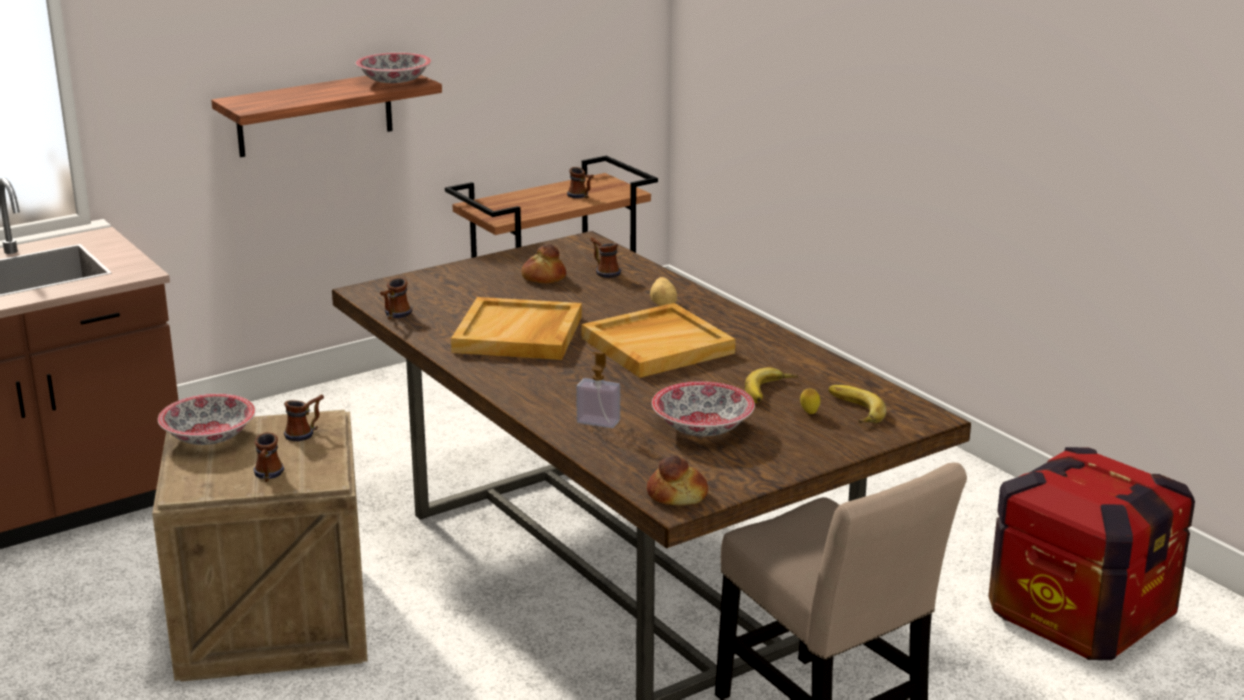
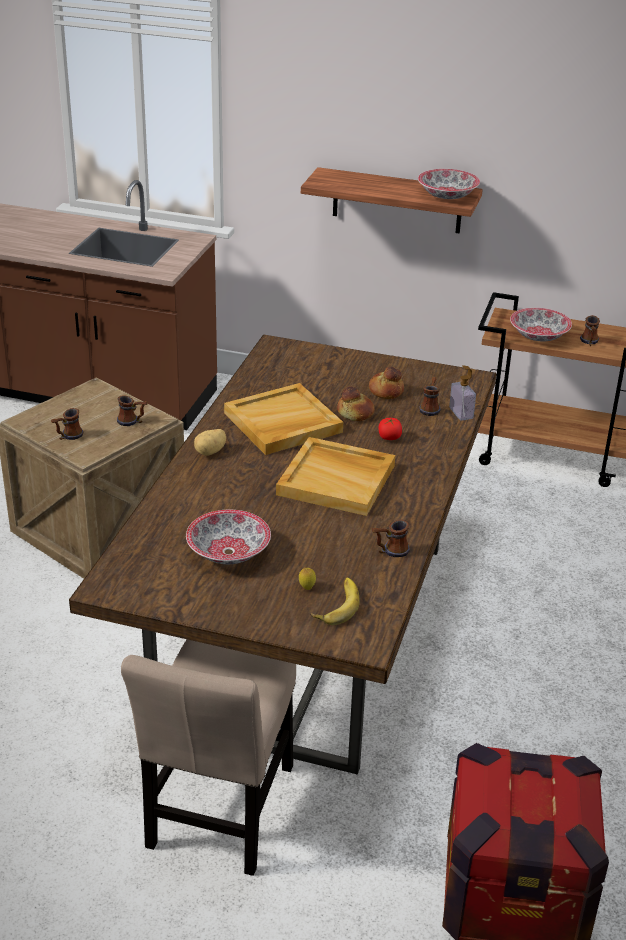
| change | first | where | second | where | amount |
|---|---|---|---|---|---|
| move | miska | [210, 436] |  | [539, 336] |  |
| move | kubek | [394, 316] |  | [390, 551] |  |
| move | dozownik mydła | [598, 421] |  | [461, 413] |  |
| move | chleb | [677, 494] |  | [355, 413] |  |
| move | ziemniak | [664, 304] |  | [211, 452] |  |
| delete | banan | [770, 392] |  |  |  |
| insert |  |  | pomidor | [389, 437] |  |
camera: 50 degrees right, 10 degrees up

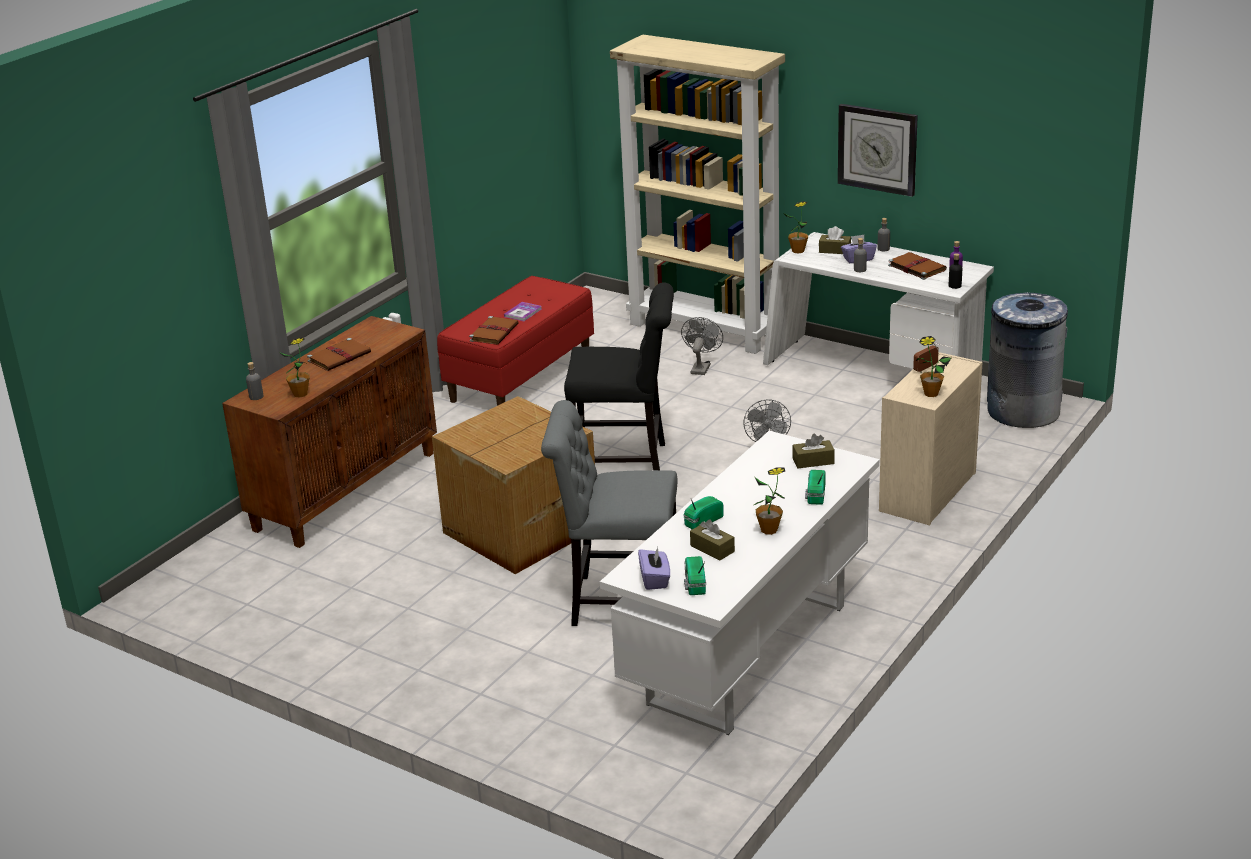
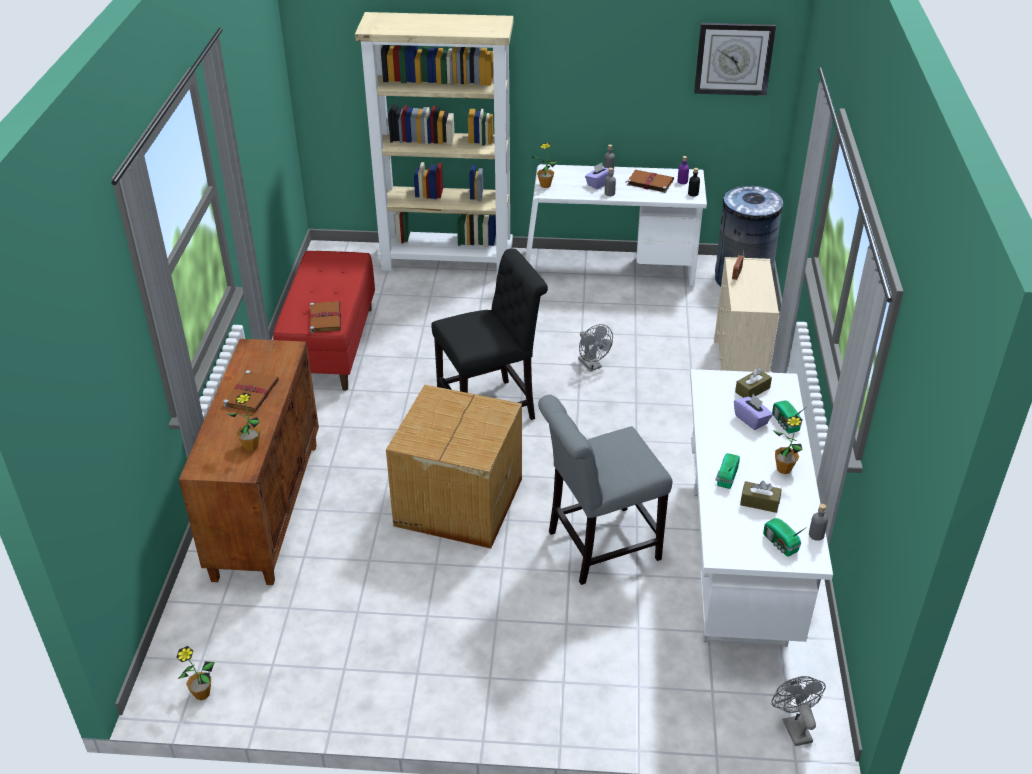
| change | first | where | second | where | amount |
|---|---|---|---|---|---|
| move | butelka (szary) | [256, 397] |  | [816, 535] |  |
| delete | książka | [523, 313] |  |  |  |
| move | pudełko chusteczek (fioletowy) | [655, 579] |  | [751, 420] |  |
| move | wentylator (szary) | [701, 367] |  | [794, 726] |  |
| delete | pudełko chusteczek (brązowy) | [834, 250] |  |  |  |
| move | zegar ścienny | [877, 149] |  | [733, 58] |  |
| move | roślina doniczkowa | [931, 393] |  | [202, 694] |  |
camera: 30 degrees left, 10 degrees up

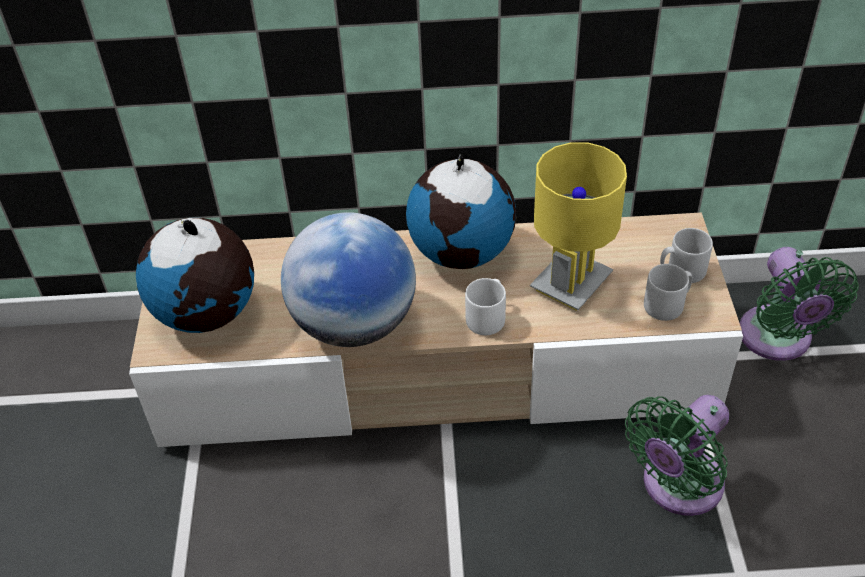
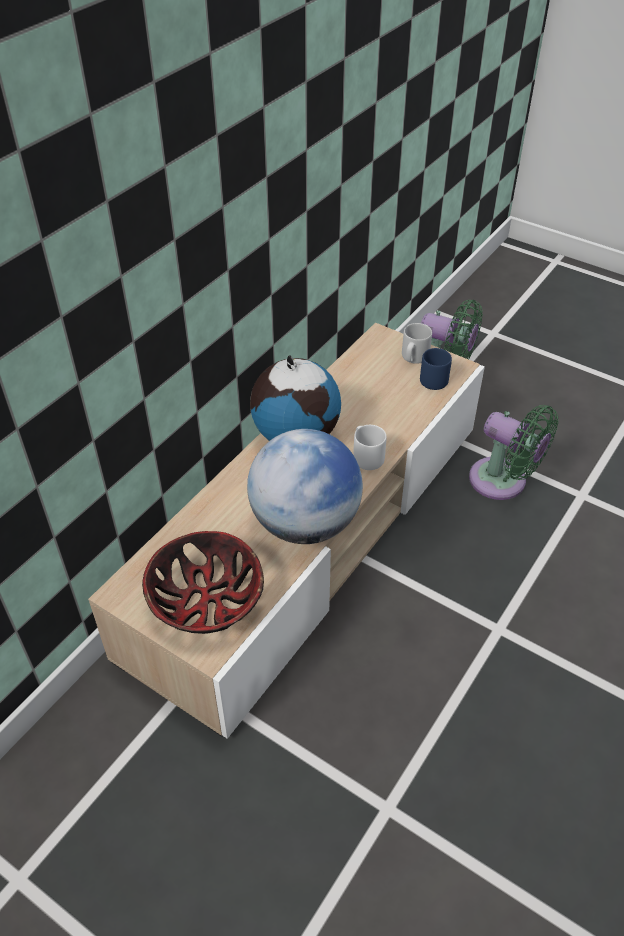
| change | first | where | second | where | amount |
|---|---|---|---|---|---|
| replace | globus | [207, 314] | miska | [207, 601] |  |
| delete | lampa stołowa (żółty) | [570, 283] |  |  |  |
| rotate | wentylator (zielony) | [677, 487] |  | [503, 482] | 45 degrees counterclockwise |
| recolor | kubek (szary) | [667, 305] | kubek (niebieski) | [434, 378] |  |
camera: 55 degrees left, 0 degrees up

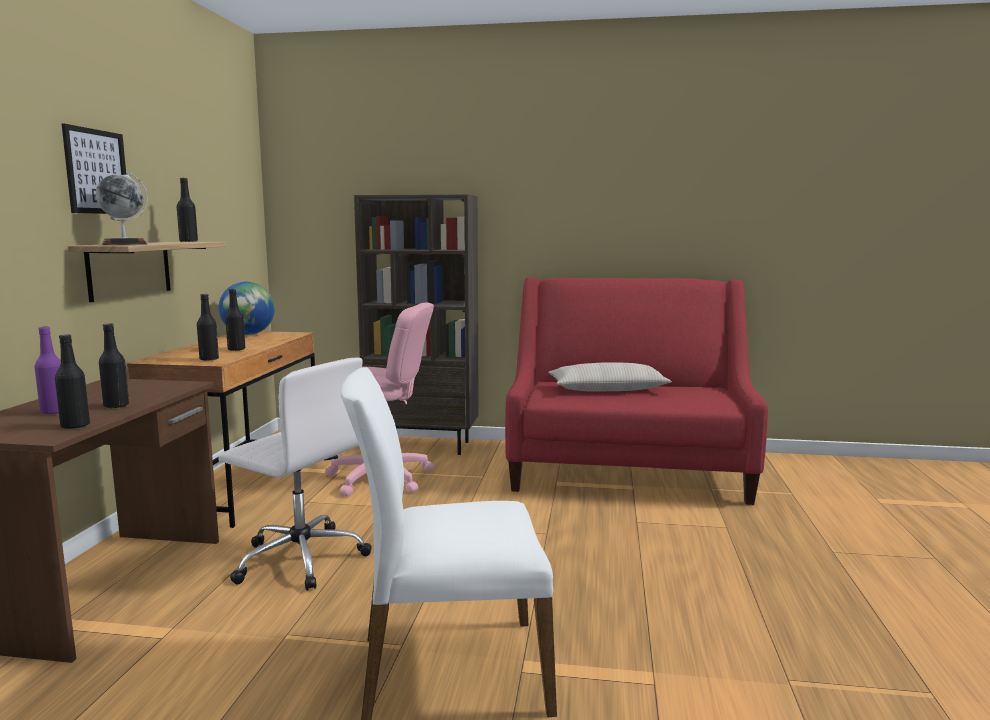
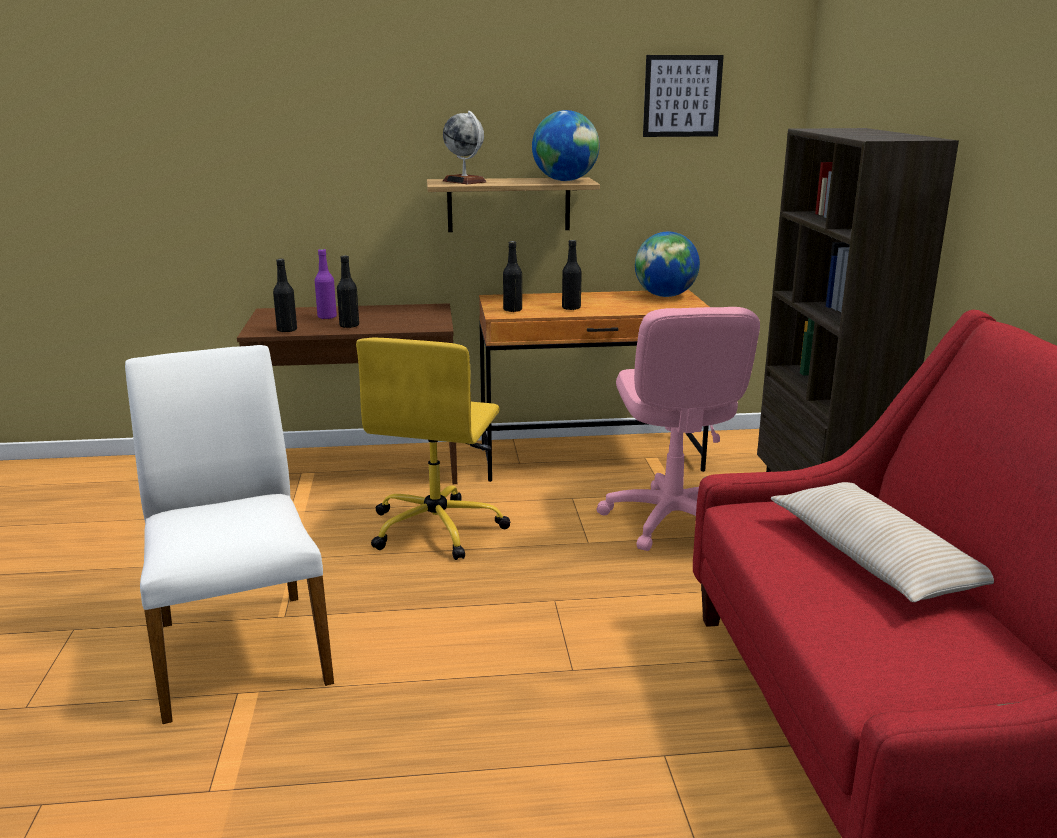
| change | first | where | second | where | amount |
|---|---|---|---|---|---|
| move | obraz | [96, 171] |  | [682, 96] |  |
| replace | butelka (czarny) | [188, 241] | globus | [565, 181] |  |
| recolor | krzesło biurowe (biały) | [300, 558] | krzesło biurowe (żółty) | [437, 528] |  |
camera: 75 degrees right, 10 degrees up

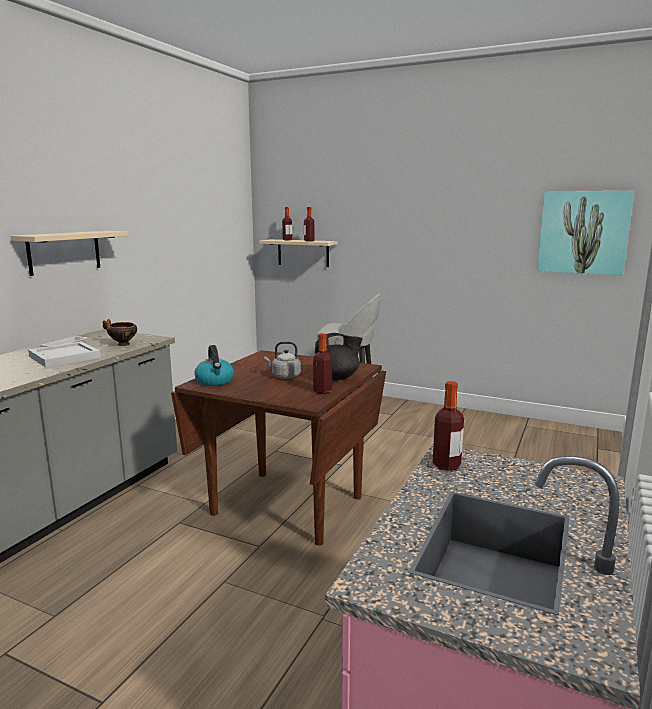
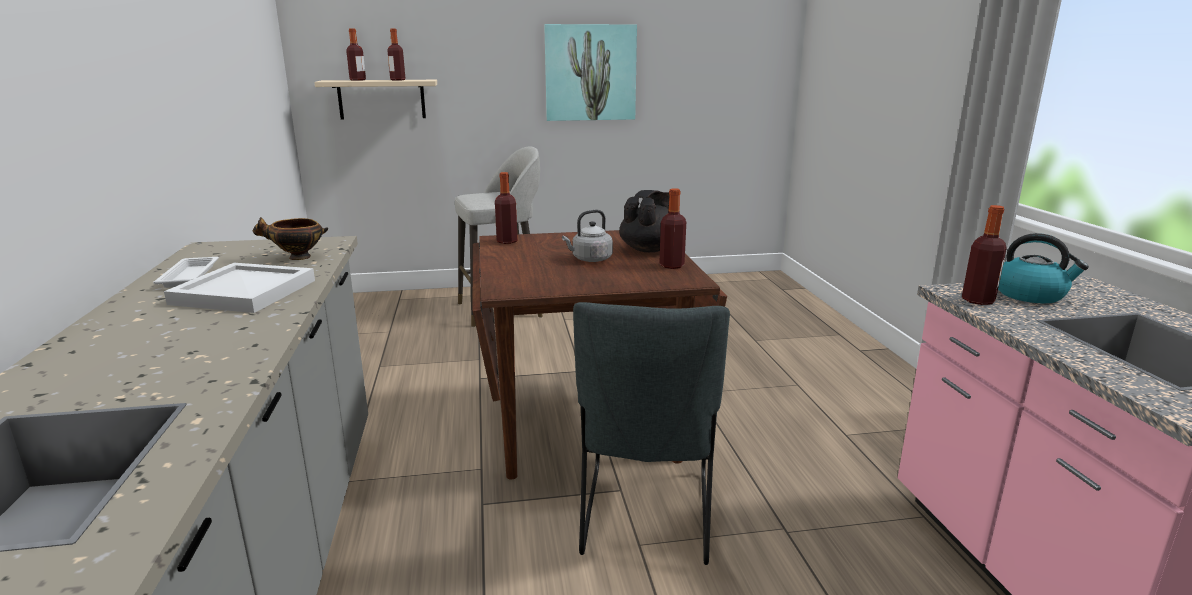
| change | first | where | second | where | amount |
|---|---|---|---|---|---|
| delete | półka (beżowy) | [64, 252] |  |  |  |
| move | czajnik | [215, 381] |  | [1030, 295] |  |
| move | obraz | [583, 232] |  | [590, 73] |  |
| insert |  |  | butelka | [507, 241] |  |
| insert |  |  | krzesło (szary) | [646, 519] |  |
camera: 35 degrees left, 5 degrees up

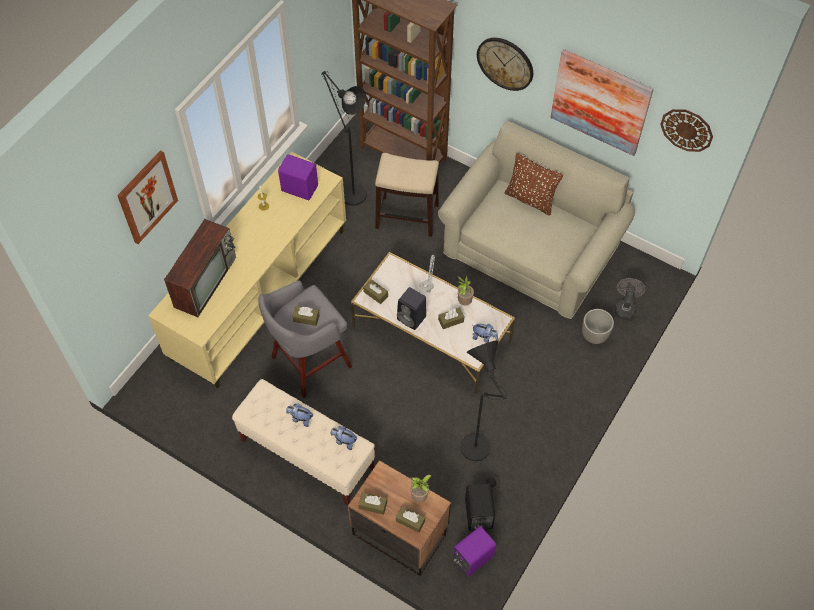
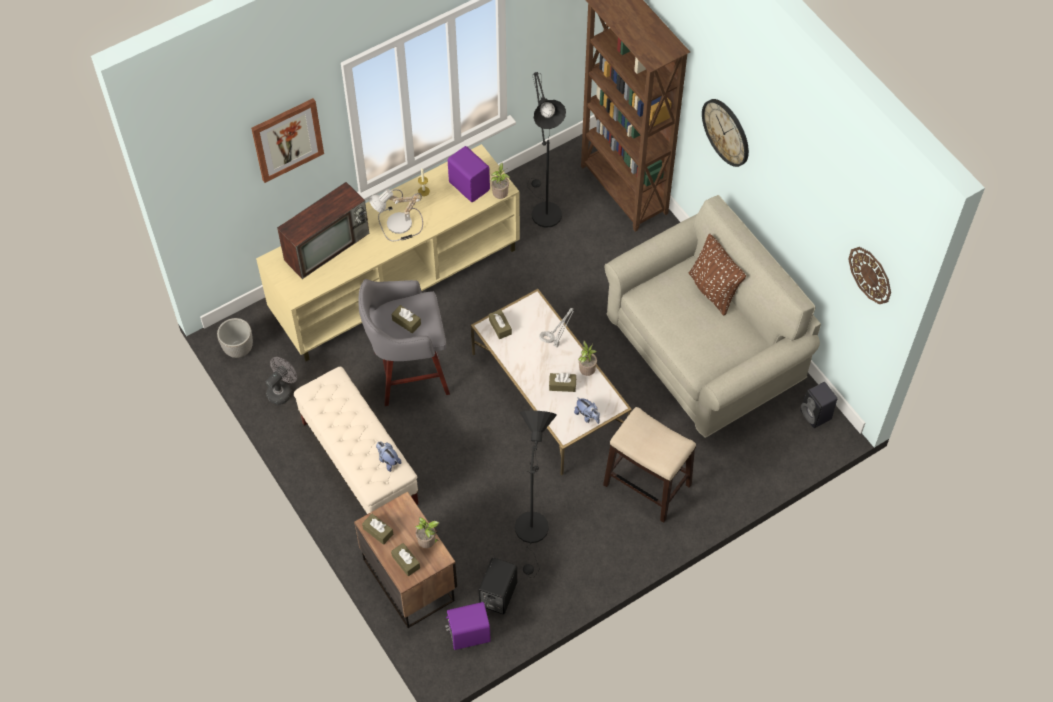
| change | first | where | second | where | amount |
|---|---|---|---|---|---|
| delete | pluszak | [300, 418] |  |  |  |
| move | stołek | [407, 216] |  | [648, 485] |  |
| move | głośnik (czarny) | [412, 318] |  | [816, 415] |  |
| delete | obraz | [600, 102] |  |  |  |
| move | donica | [594, 336] |  | [238, 349] |  |
| move | wentylator (szary) | [625, 307] |  | [282, 391] |  |
| insert |  |  | lampa stołowa | [398, 226] |  |
| insert |  |  | roślina doniczkowa | [500, 195] |  |
camera: 25 degrees right, 0 degrees up

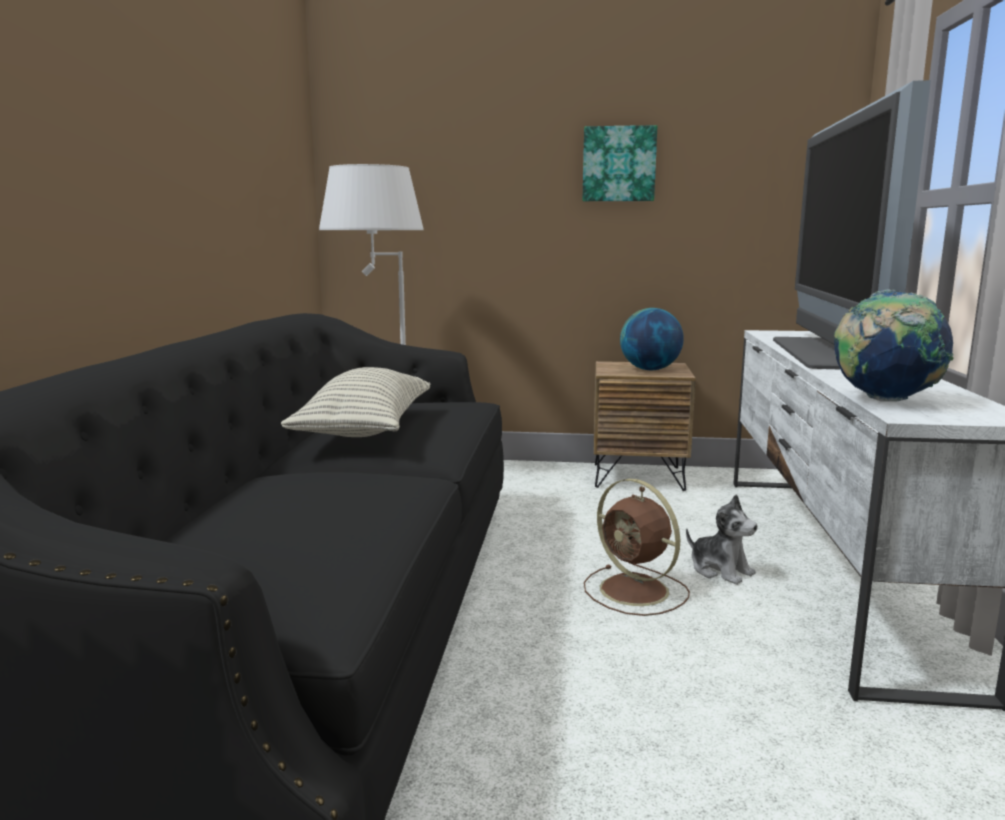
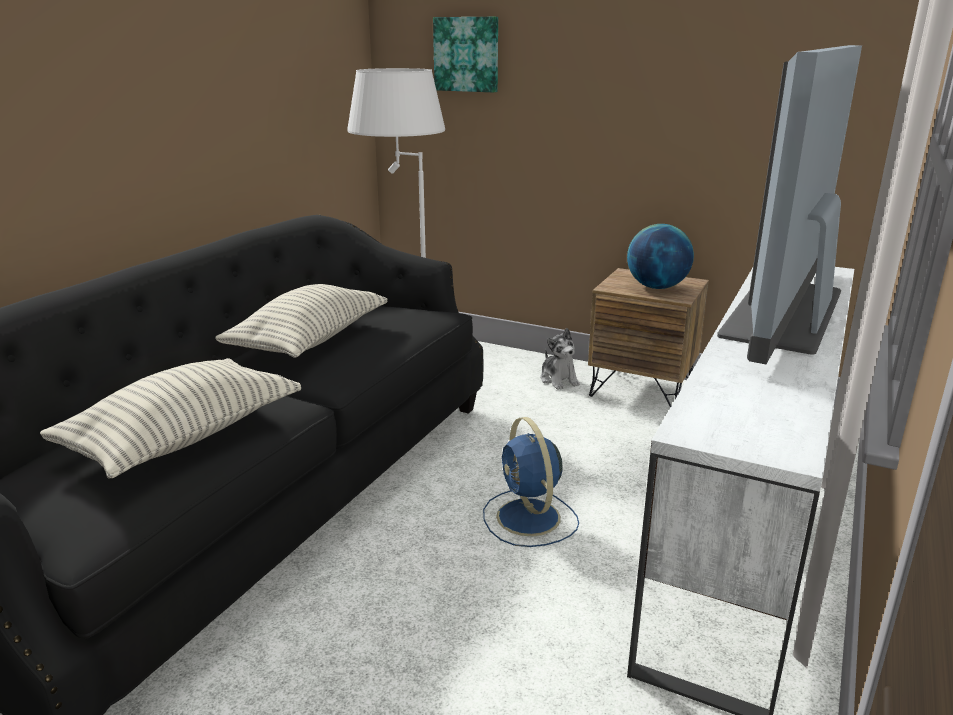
| change | first | where | second | where | amount |
|---|---|---|---|---|---|
| move | obraz | [619, 164] |  | [467, 54] |  |
| recolor | wentylator (brązowy) | [636, 591] | wentylator (niebieski) | [529, 519] |  |
| move | pluszak | [720, 570] |  | [558, 380] |  |
| delete | globus | [883, 400] |  |  |  |
| insert |  |  | poduszka | [184, 438] |  |
camera: 20 degrees right, 10 degrees up

